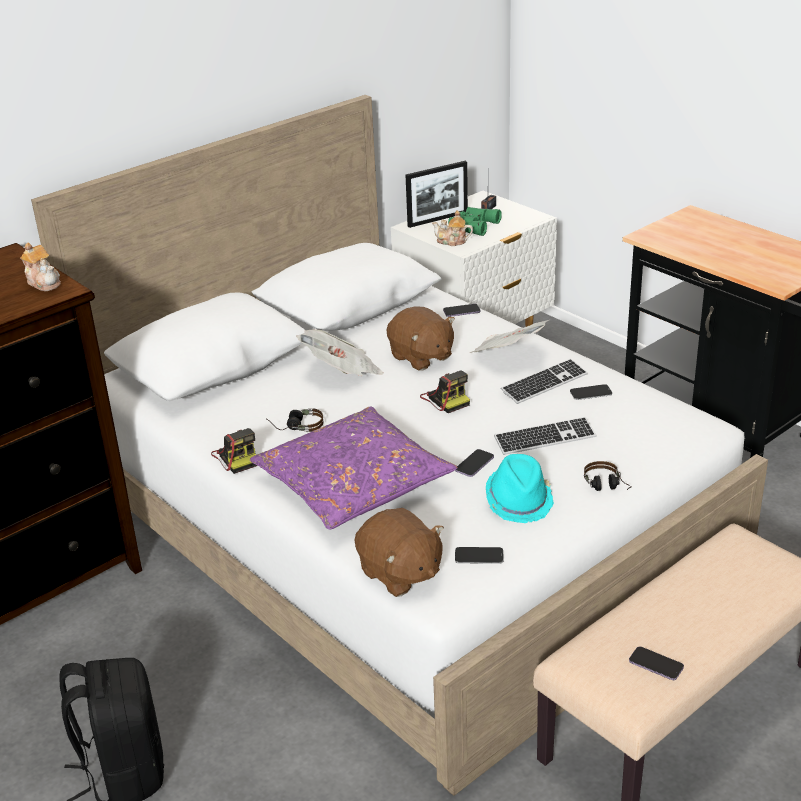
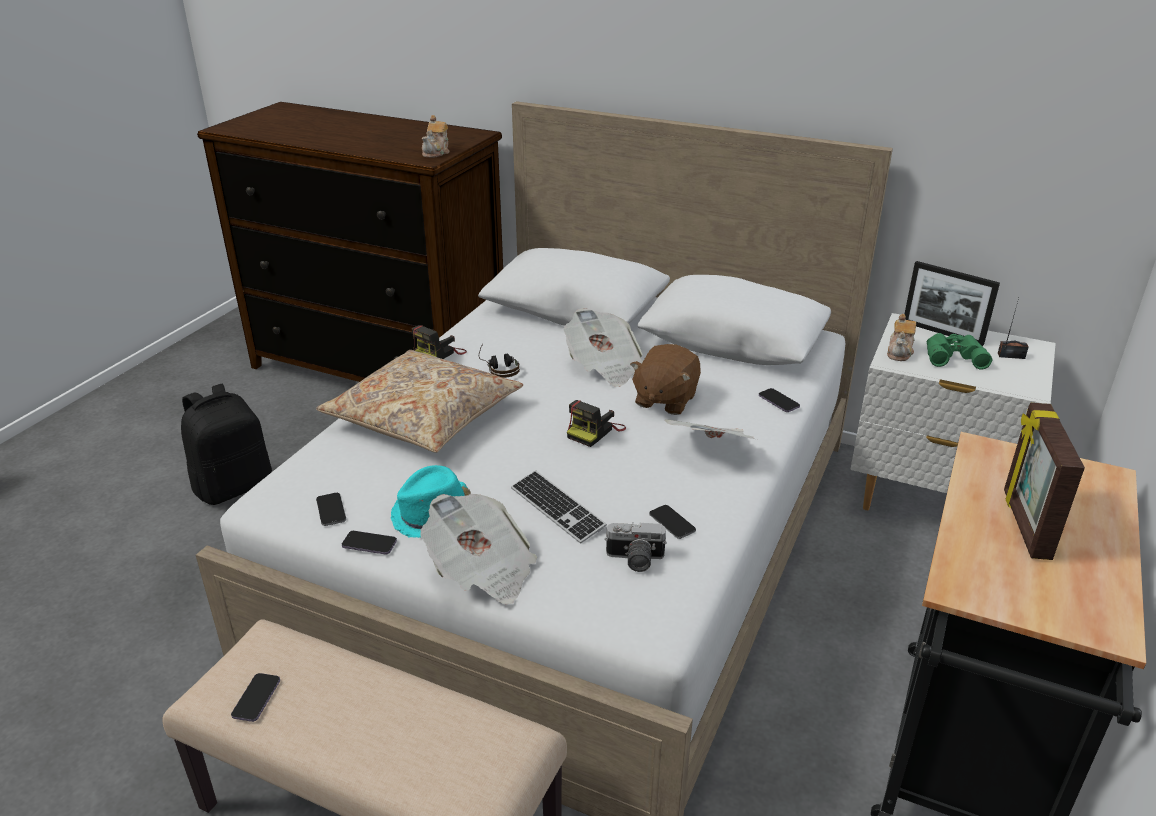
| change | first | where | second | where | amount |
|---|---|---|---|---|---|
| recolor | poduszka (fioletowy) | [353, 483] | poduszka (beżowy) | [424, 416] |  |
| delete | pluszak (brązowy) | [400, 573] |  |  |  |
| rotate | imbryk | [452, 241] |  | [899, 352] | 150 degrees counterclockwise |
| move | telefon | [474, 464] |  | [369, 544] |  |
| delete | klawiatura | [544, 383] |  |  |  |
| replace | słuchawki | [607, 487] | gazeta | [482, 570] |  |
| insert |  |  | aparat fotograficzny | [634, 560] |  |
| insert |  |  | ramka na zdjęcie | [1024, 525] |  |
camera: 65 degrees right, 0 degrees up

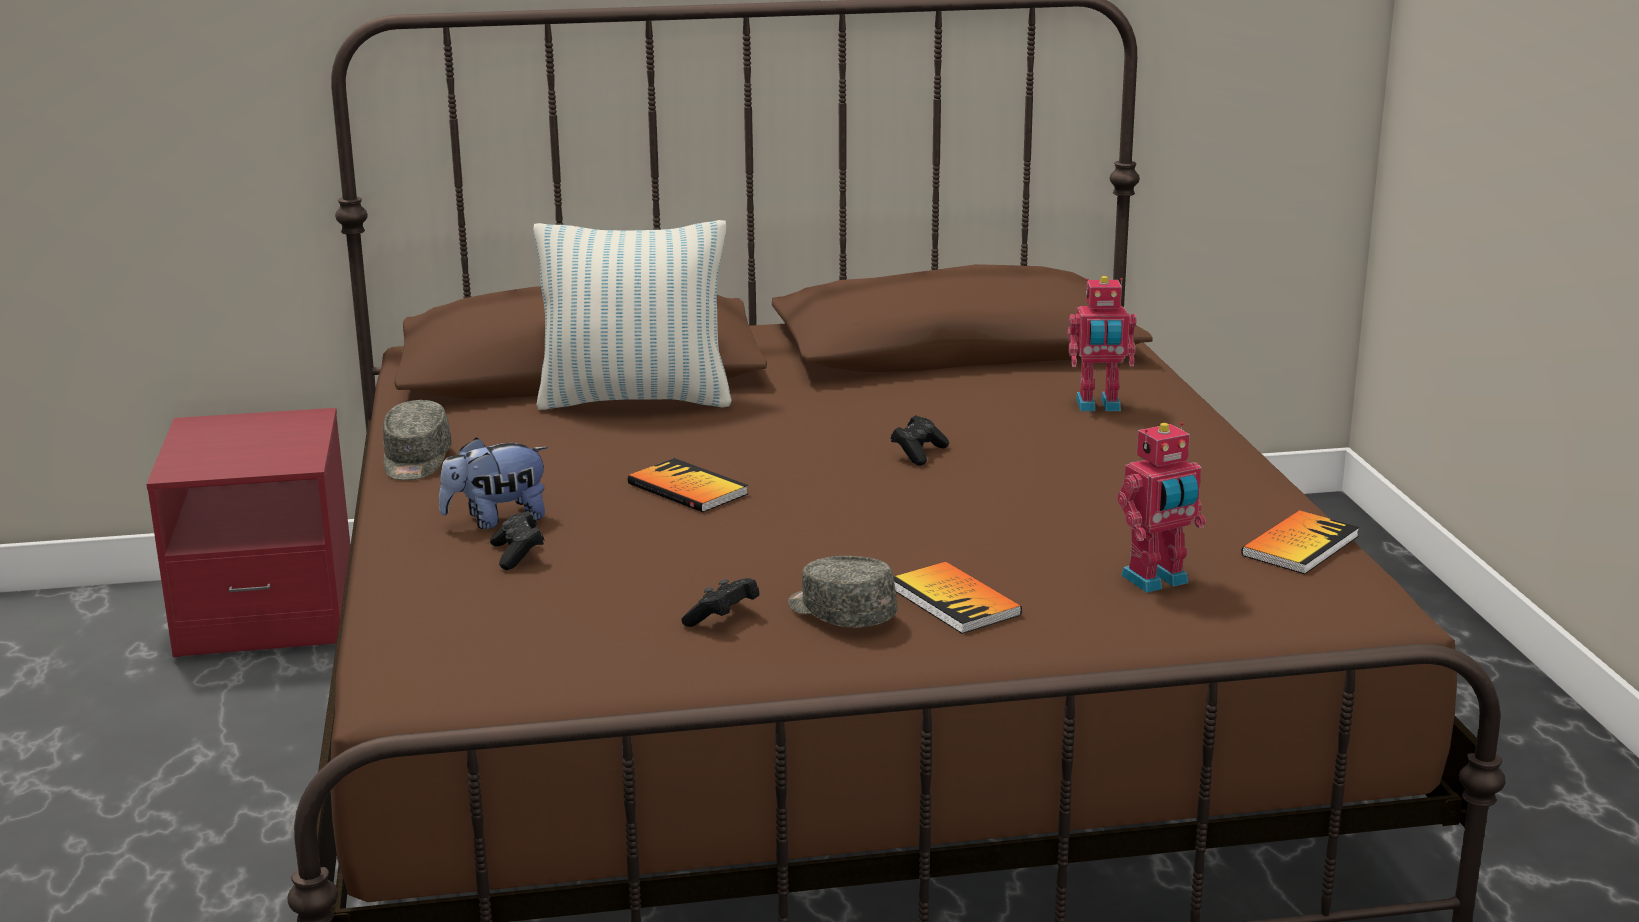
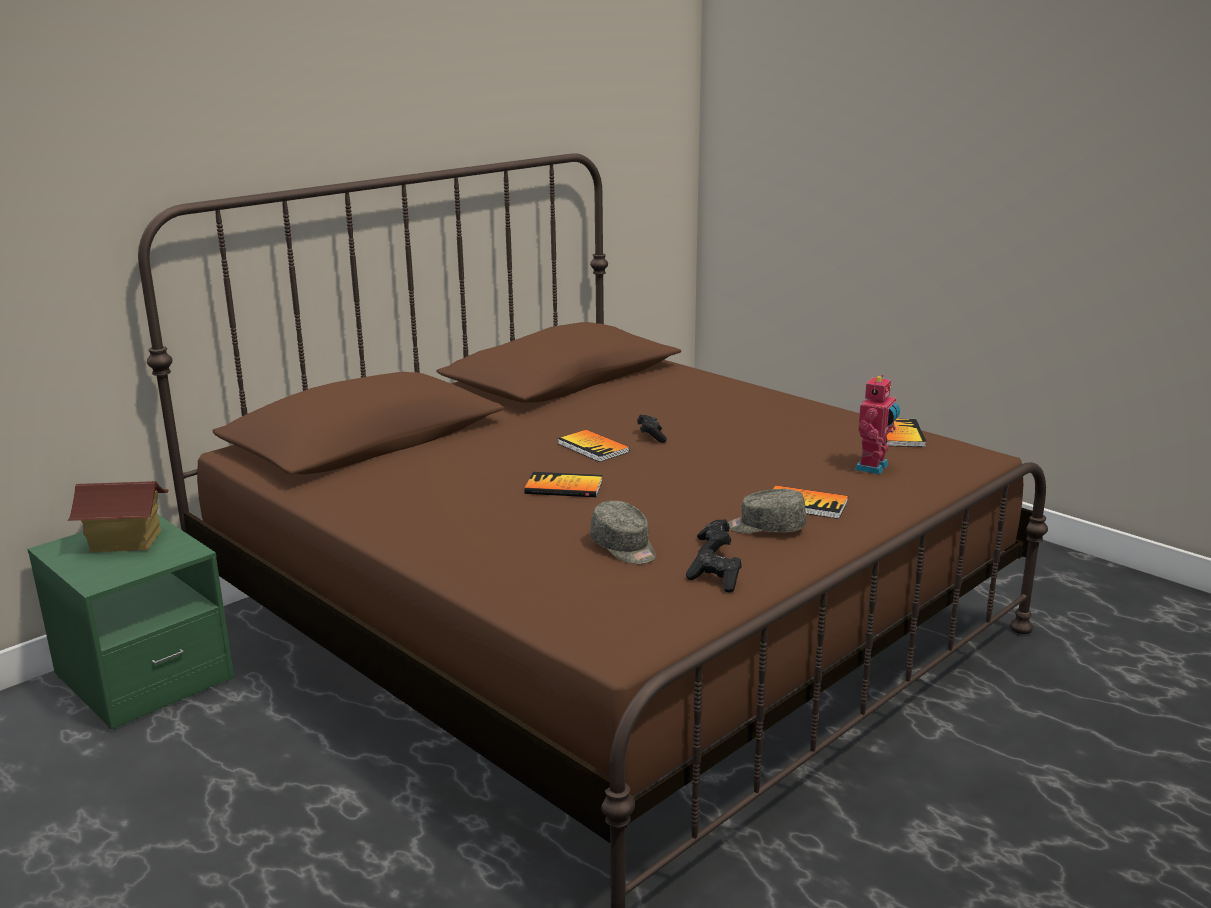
| change | first | where | second | where | amount |
|---|---|---|---|---|---|
| recolor | szafka nocna (czerwony) | [267, 613] | szafka nocna (zielony) | [144, 677] |  |
| move | czapka z daszkiem (szary) | [416, 461] |  | [624, 548] |  |
| delete | pluszak | [497, 520] |  |  |  |
| move | pad do gier (czarny) | [518, 555] |  | [716, 581] |  |
| delete | poduszka | [635, 400] |  |  |  |
| delete | robot zabawkowy | [1098, 406] |  |  |  |
| insert |  |  | domek | [126, 541] |  |
| insert |  |  | książka | [593, 448] |  |
camera: 35 degrees left, 0 degrees up

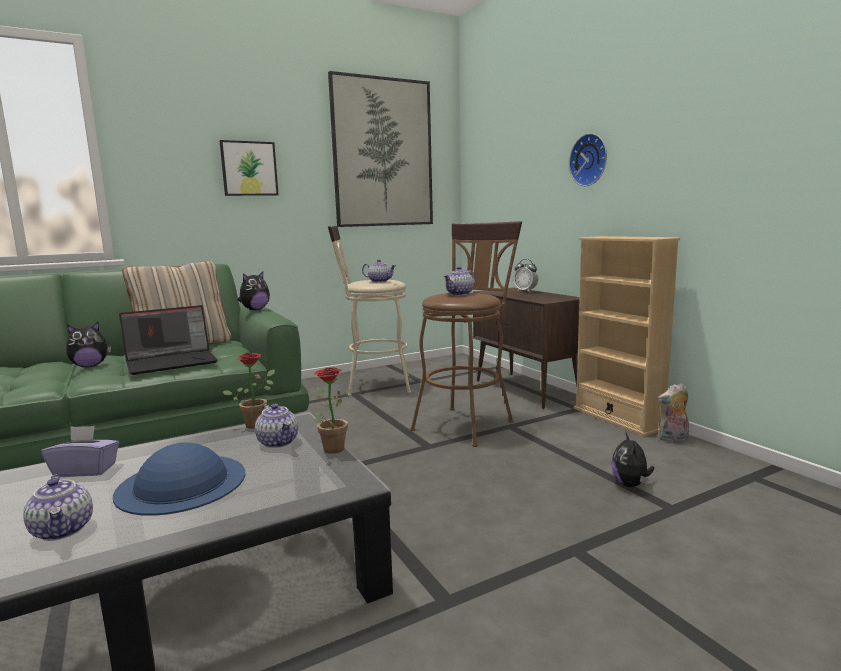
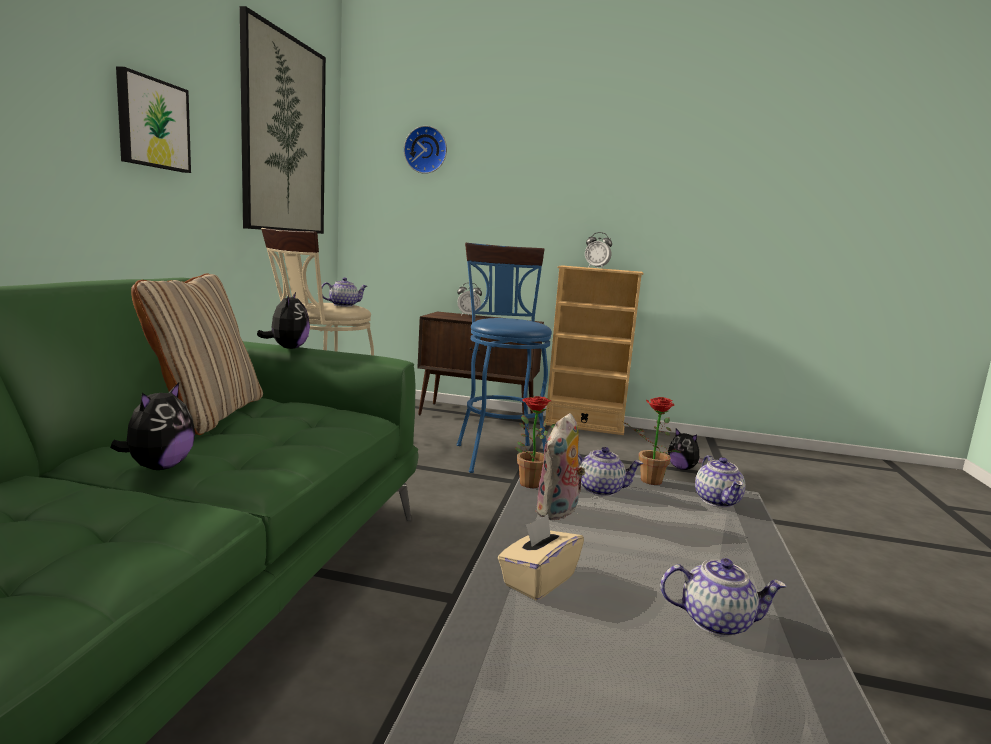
| change | first | where | second | where | amount |
|---|---|---|---|---|---|
| recolor | pudełko chusteczek (fioletowy) | [86, 470] | pudełko chusteczek (beżowy) | [538, 580] |  |
| delete | kapelusz (niebieski) | [182, 483] |  |  |  |
| delete | laptop | [173, 362] |  |  |  |
| recolor | stołek (brązowy) | [467, 423] | stołek (niebieski) | [498, 454] |  |
| move | imbryk | [460, 294] |  | [718, 501] |  |
| move | zegar ścienny | [590, 160] |  | [426, 150] |  |
| move | pluszak | [673, 439] |  | [558, 512] |  |
| insert |  |  | budzik | [596, 268] |  |
camera: 50 degrees left, 0 degrees up

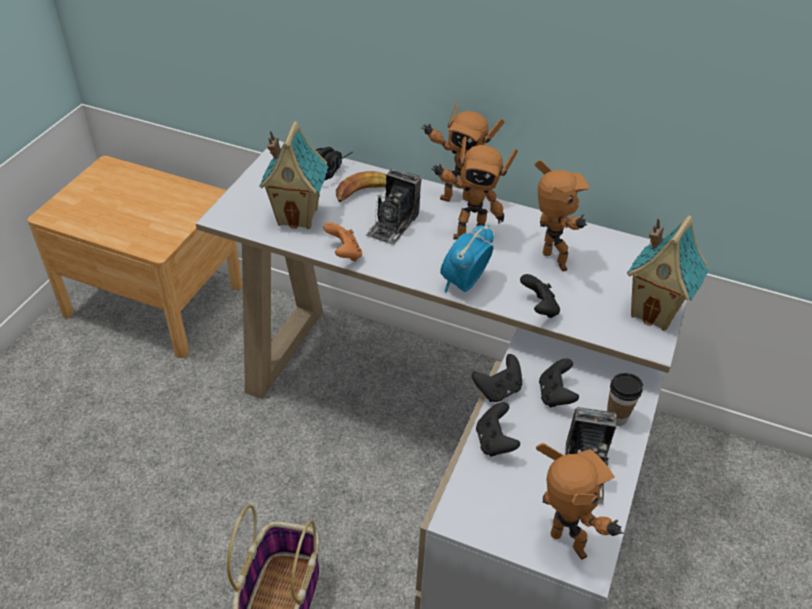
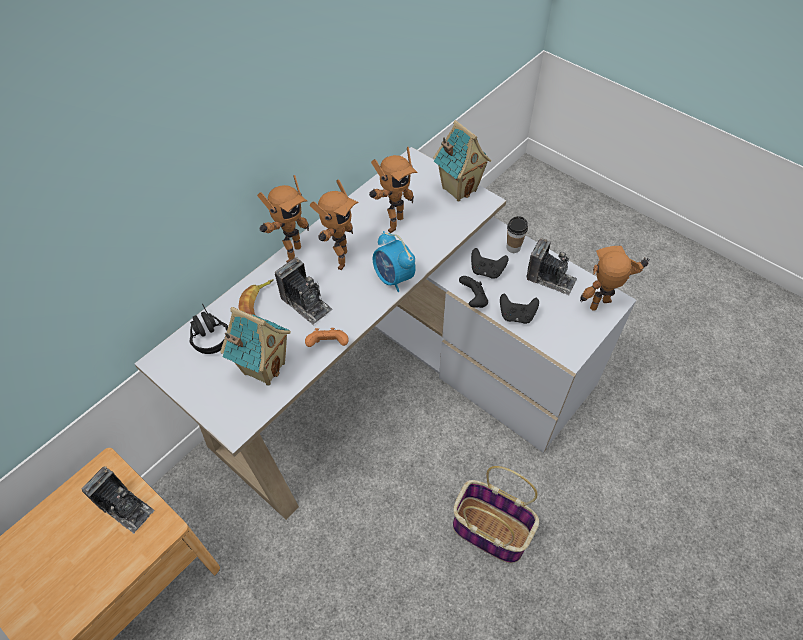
| change | first | where | second | where | amount |
|---|---|---|---|---|---|
| delete | pad do gier (czarny) | [539, 308] |  |  |  |
| rotate | robot zabawkowy | [550, 263] |  | [392, 223] | 135 degrees clockwise |
| insert |  |  | aparat fotograficzny | [125, 507] |  |
camera: 70 degrees left, 10 degrees up

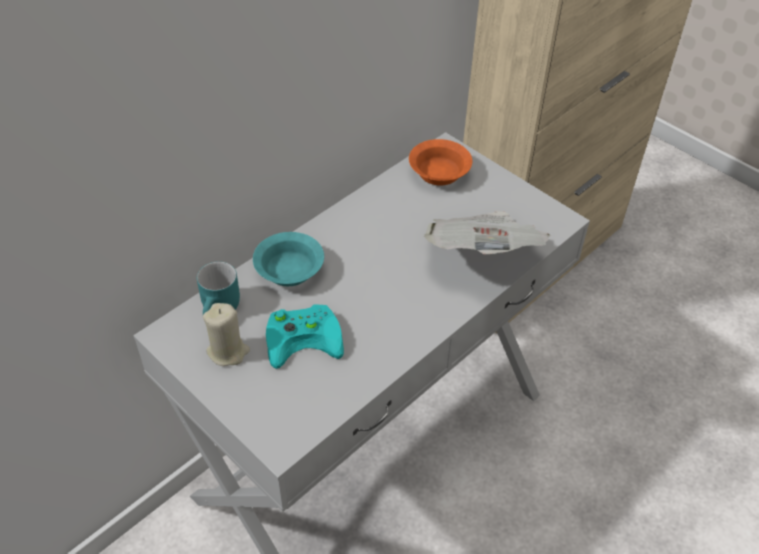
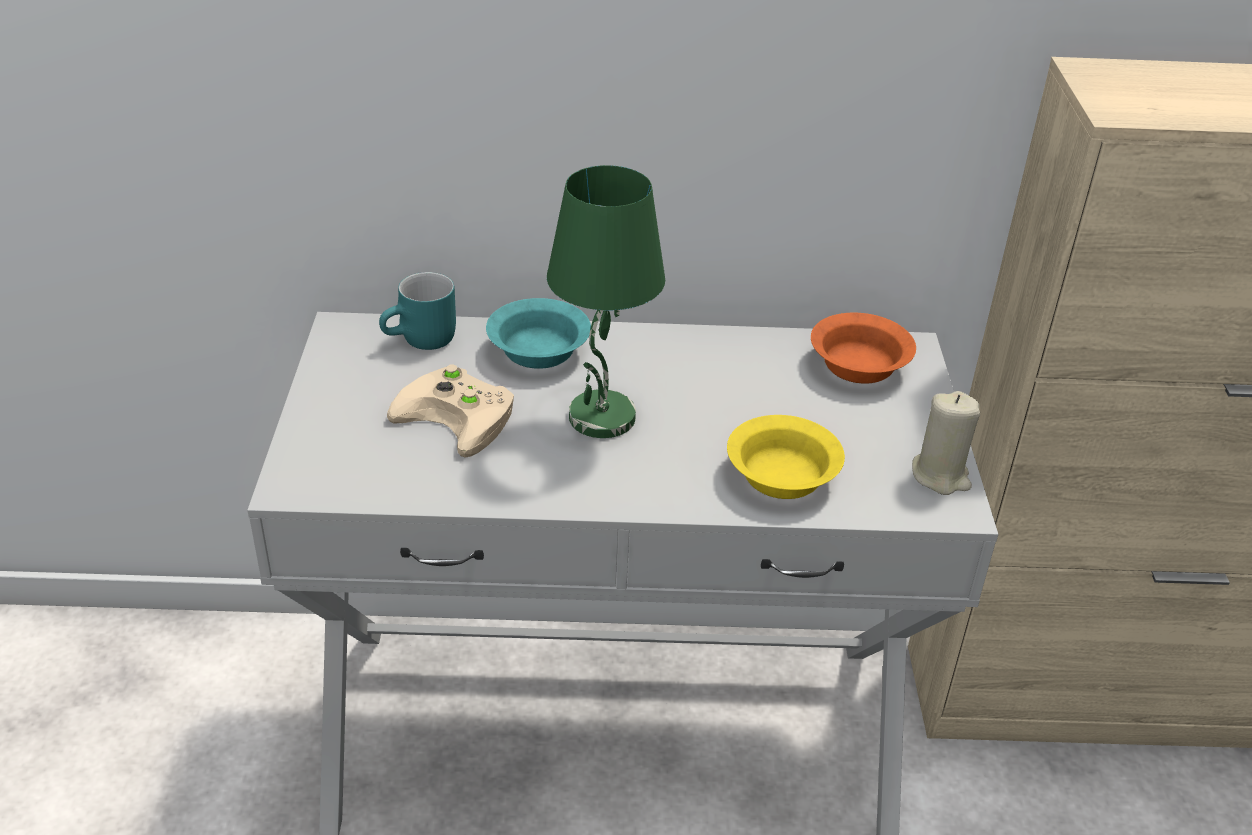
| change | first | where | second | where | amount |
|---|---|---|---|---|---|
| move | świeca (beżowy) | [228, 351] |  | [940, 475] |  |
| recolor | pad do gier (turkusowy) | [305, 337] | pad do gier (beżowy) | [461, 416] |  |
| replace | gazeta | [483, 255] | miska (żółty) | [782, 475] |  |
| insert |  |  | lampa stołowa (zielony) | [602, 418] |  |
camera: 45 degrees right, 10 degrees down

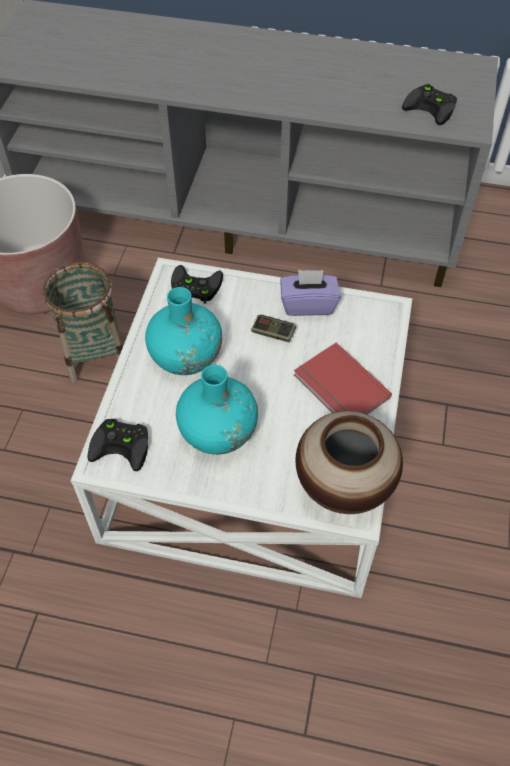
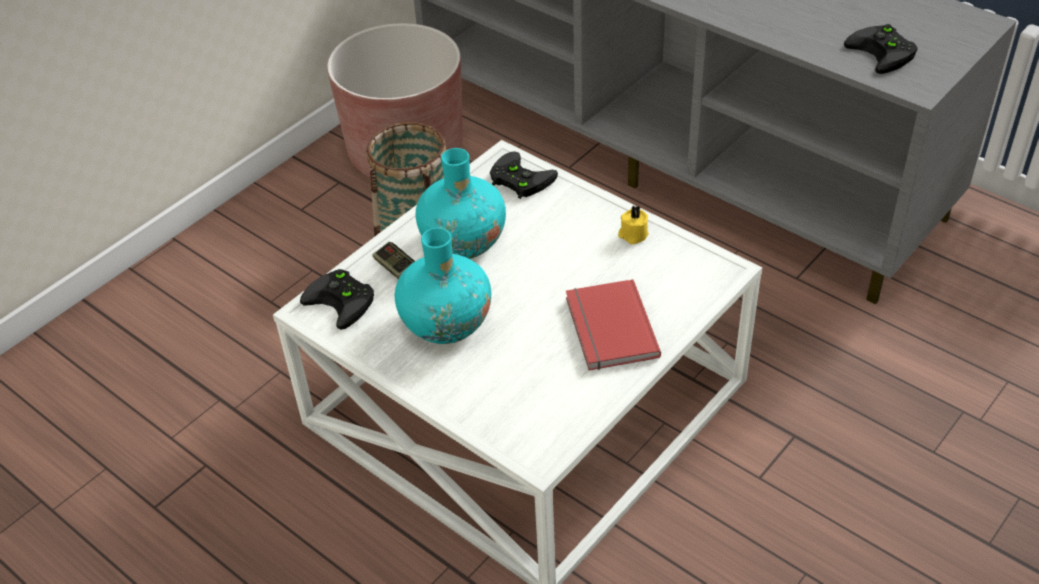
| change | first | where | second | where | amount |
|---|---|---|---|---|---|
| move | pad do gier | [273, 333] |  | [395, 268] |  |
| replace | pudełko chusteczek (fioletowy) | [308, 304] | świeca (żółty) | [633, 235] |  |
| delete | wazon | [344, 485] |  |  |  |
camera: 30 degrees right, 10 degrees down

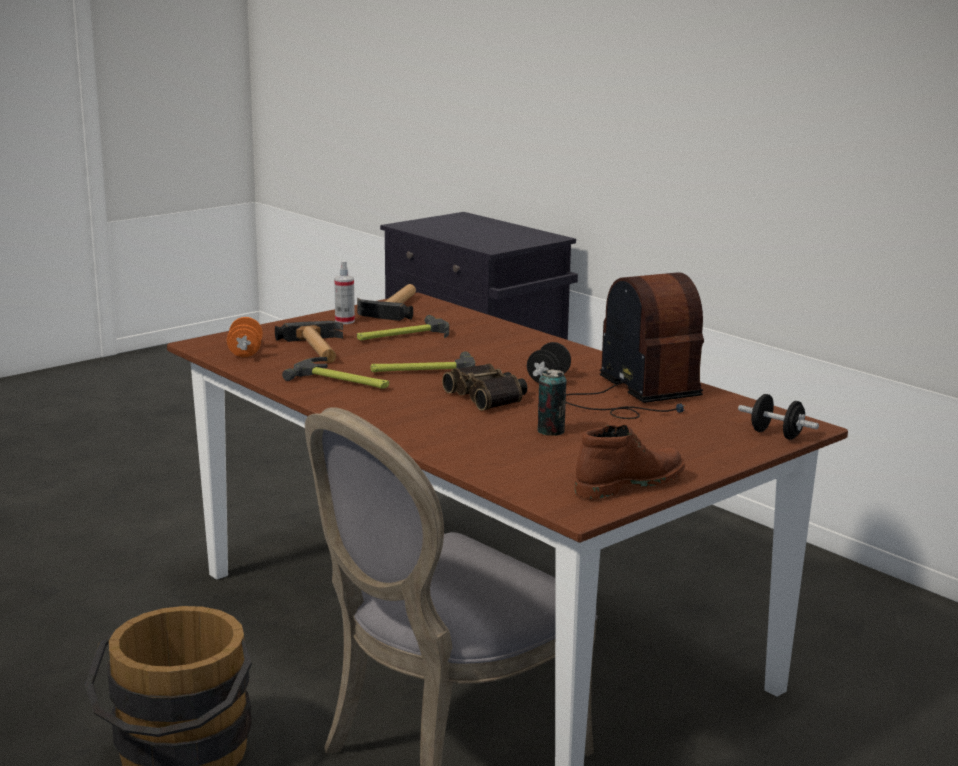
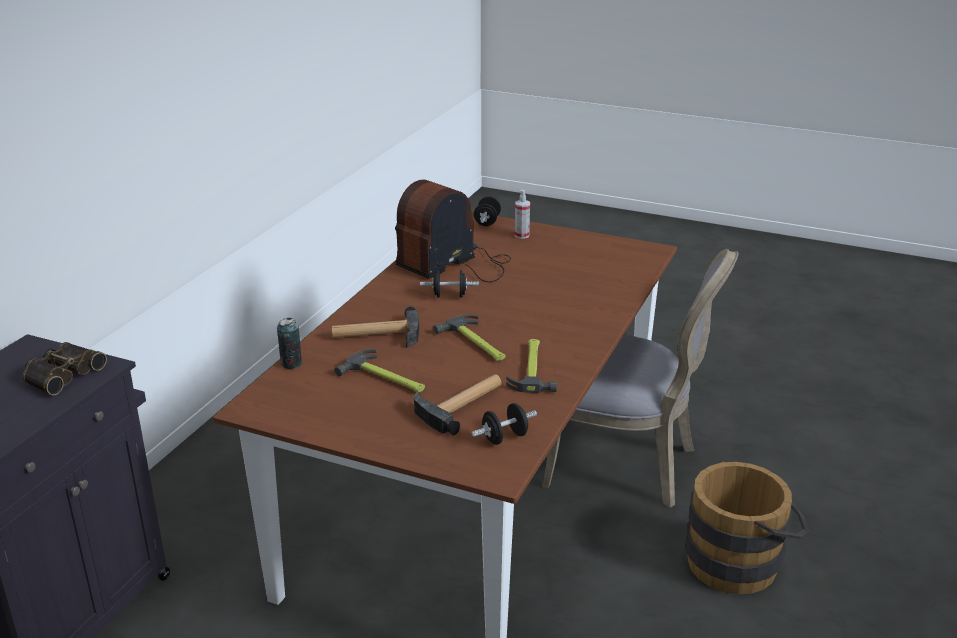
| change | first | where | second | where | amount |
|---|---|---|---|---|---|
| recolor | hantel (pomarańczowy) | [245, 352] | hantel (czarny) | [504, 438] |  |
| move | spryskiwacz | [345, 321] |  | [521, 235] |  |
| move | młotek | [395, 307] |  | [376, 335] |  |
| move | lornetka | [488, 396] |  | [61, 374] |  |
| move | puszka | [551, 431] |  | [291, 364] |  |
| delete | but z cholewką (brązowy) | [628, 484] |  |  |  |
camera: 115 degrees left, 10 degrees up

